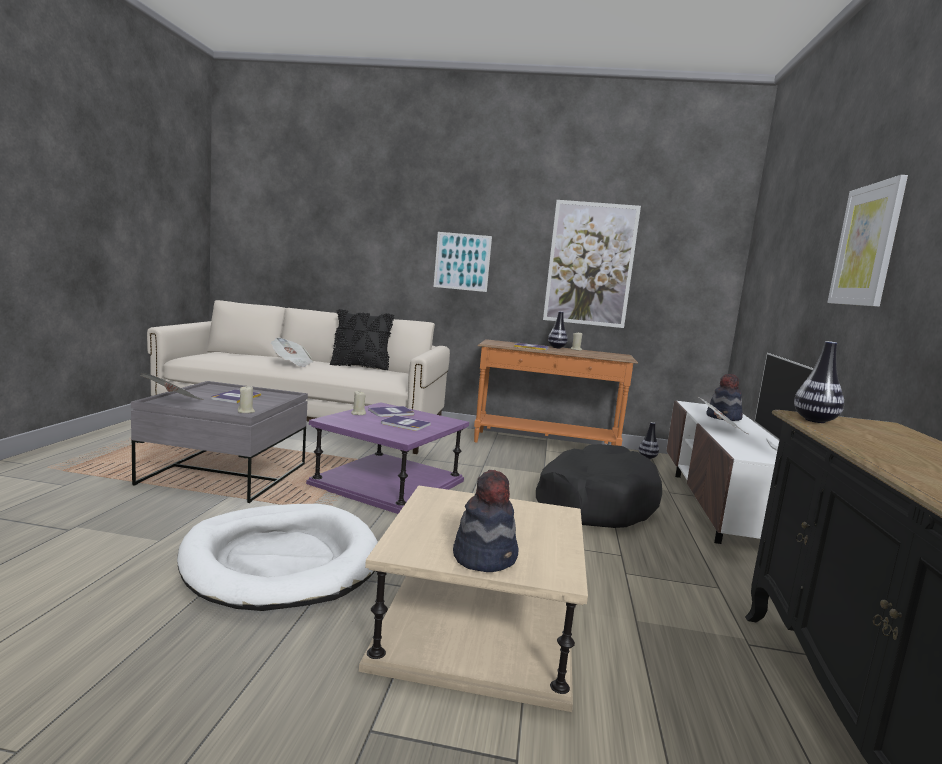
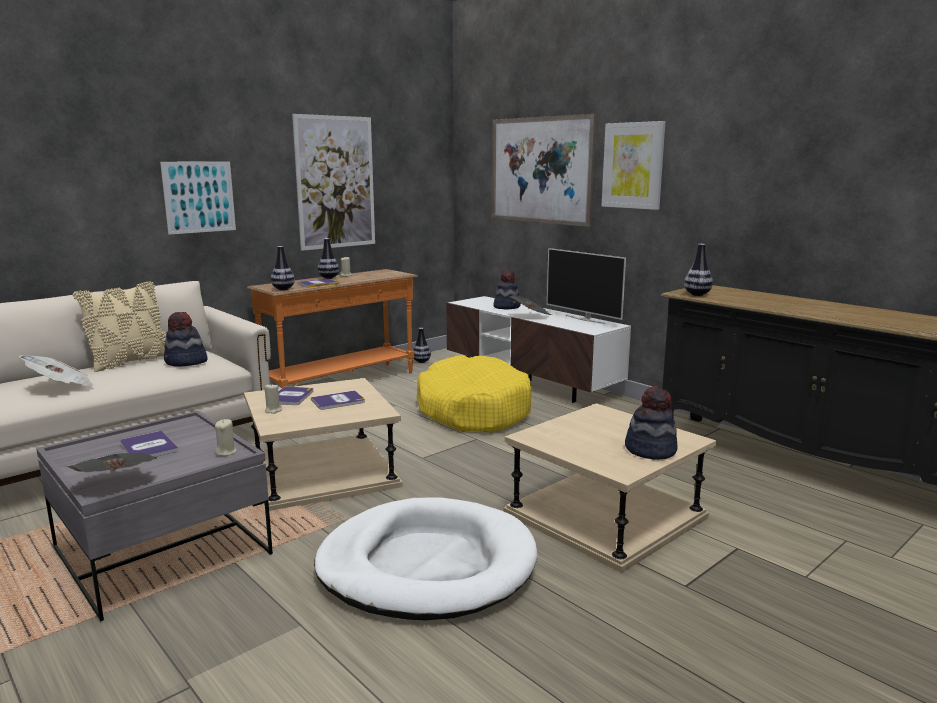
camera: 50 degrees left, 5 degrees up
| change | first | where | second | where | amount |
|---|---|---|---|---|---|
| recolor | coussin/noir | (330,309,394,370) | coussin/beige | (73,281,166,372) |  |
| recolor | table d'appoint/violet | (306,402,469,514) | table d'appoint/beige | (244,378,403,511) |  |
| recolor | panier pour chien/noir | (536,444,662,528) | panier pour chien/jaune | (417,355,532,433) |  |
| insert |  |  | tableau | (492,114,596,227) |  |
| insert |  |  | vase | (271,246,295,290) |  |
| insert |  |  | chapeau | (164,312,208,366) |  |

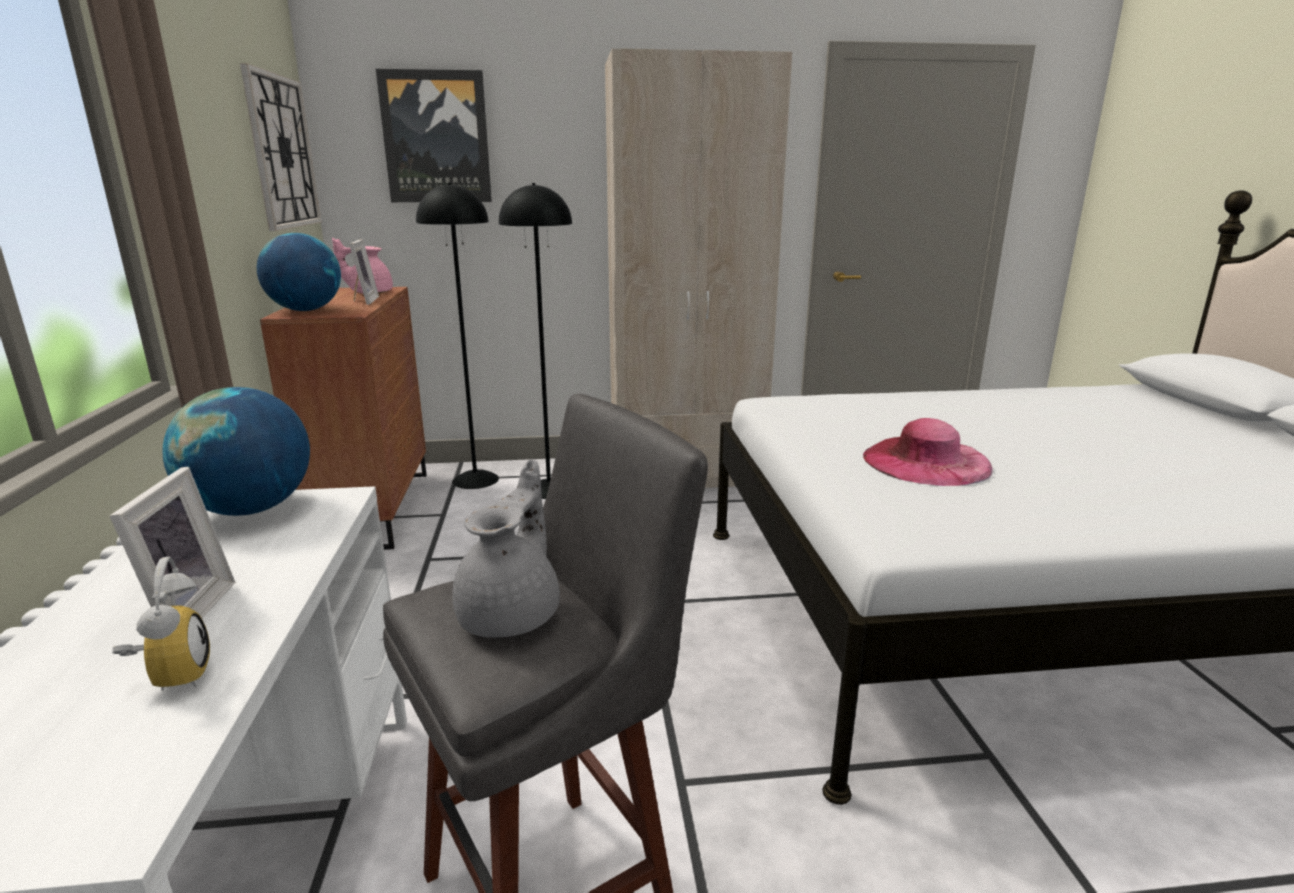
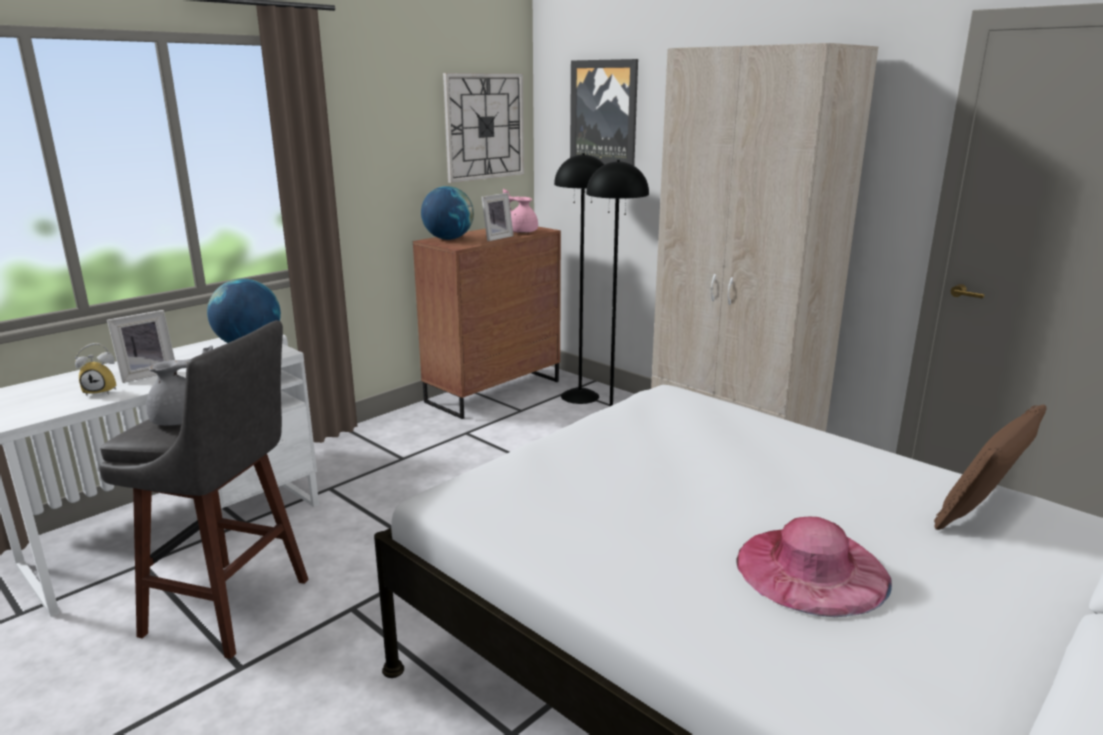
camera: 50 degrees right, 0 degrees up
| change | first | where | second | where | amount |
|---|---|---|---|---|---|
| move | chapeau/rose | (863,418,993,486) |  | (737,516,892,617) |  |
| rotate | réveil | (112,557,210,691) |  | (75,343,117,397) | 45 degrees clockwise |
| insert |  |  | coussin/marron | (934,405,1047,530) |  |

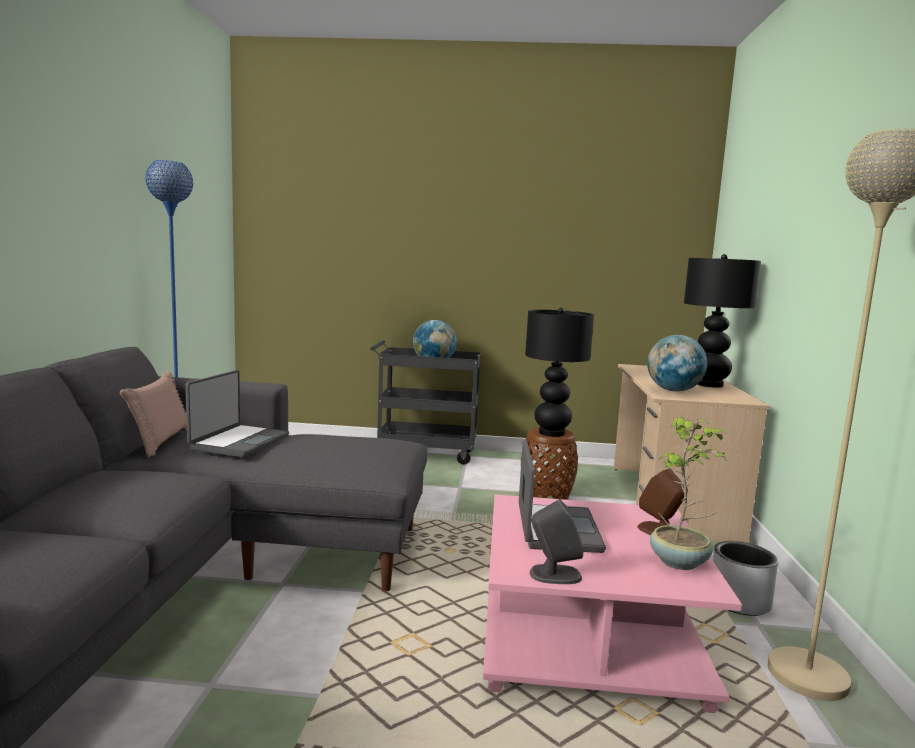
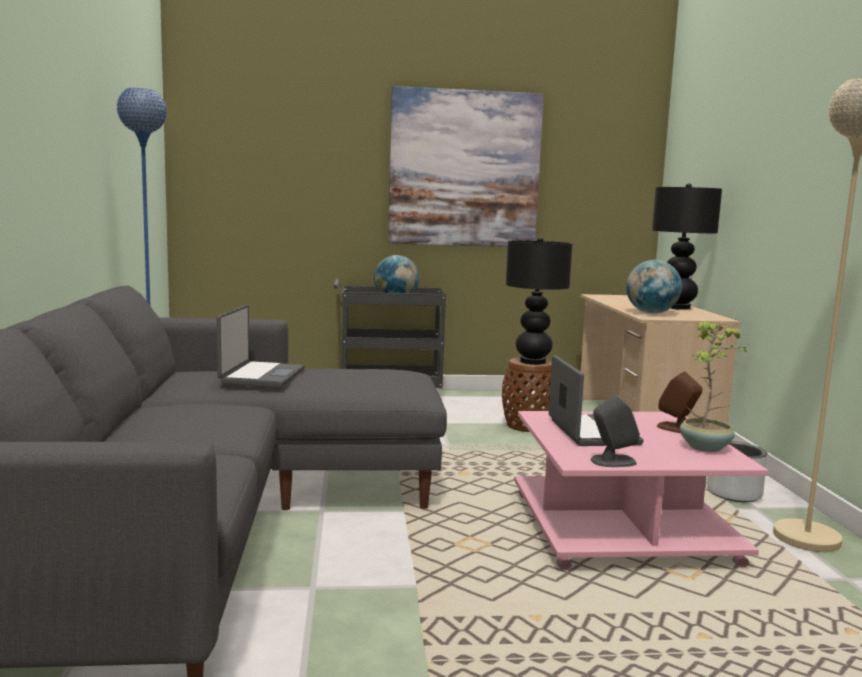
camera: 10 degrees left, 0 degrees up
| change | first | where | second | where | amount |
|---|---|---|---|---|---|
| delete | coussin/beige | (120,371,187,457) |  |  |  |
| insert |  |  | tableau | (388,86,544,247) |  |

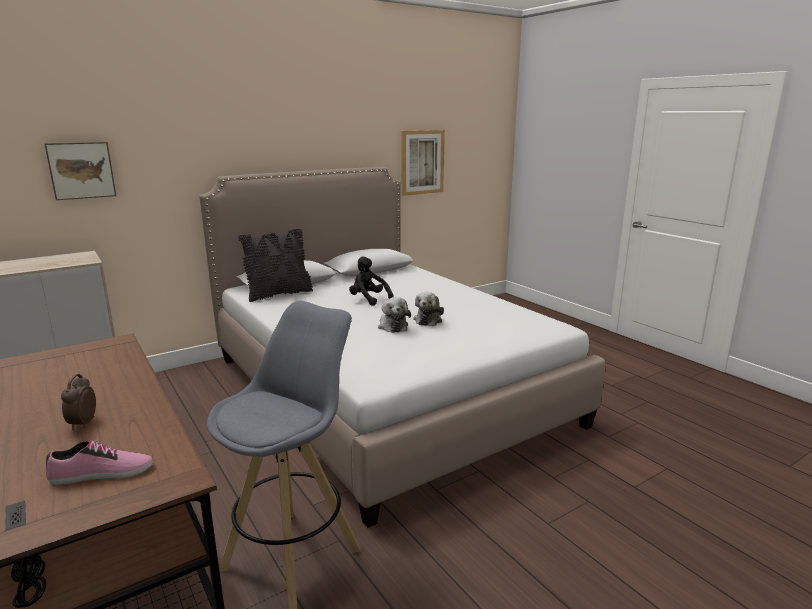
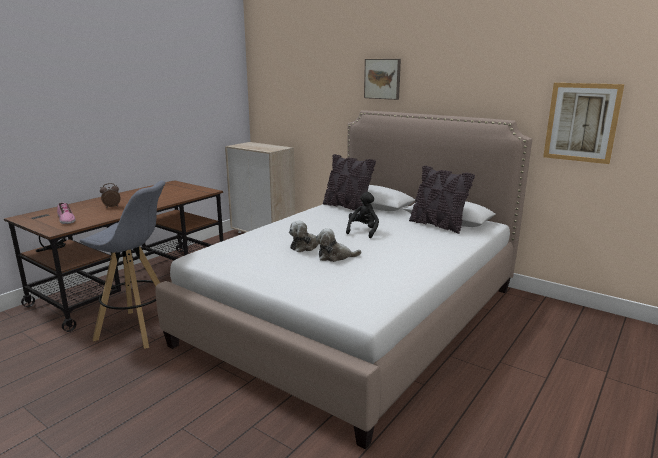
camera: 70 degrees right, 0 degrees up
| change | first | where | second | where | amount |
|---|---|---|---|---|---|
| move | tableau | (44,142,116,200) |  | (364,59,401,100) |  |
| insert |  |  | coussin/noir | (409,166,475,234) |  |

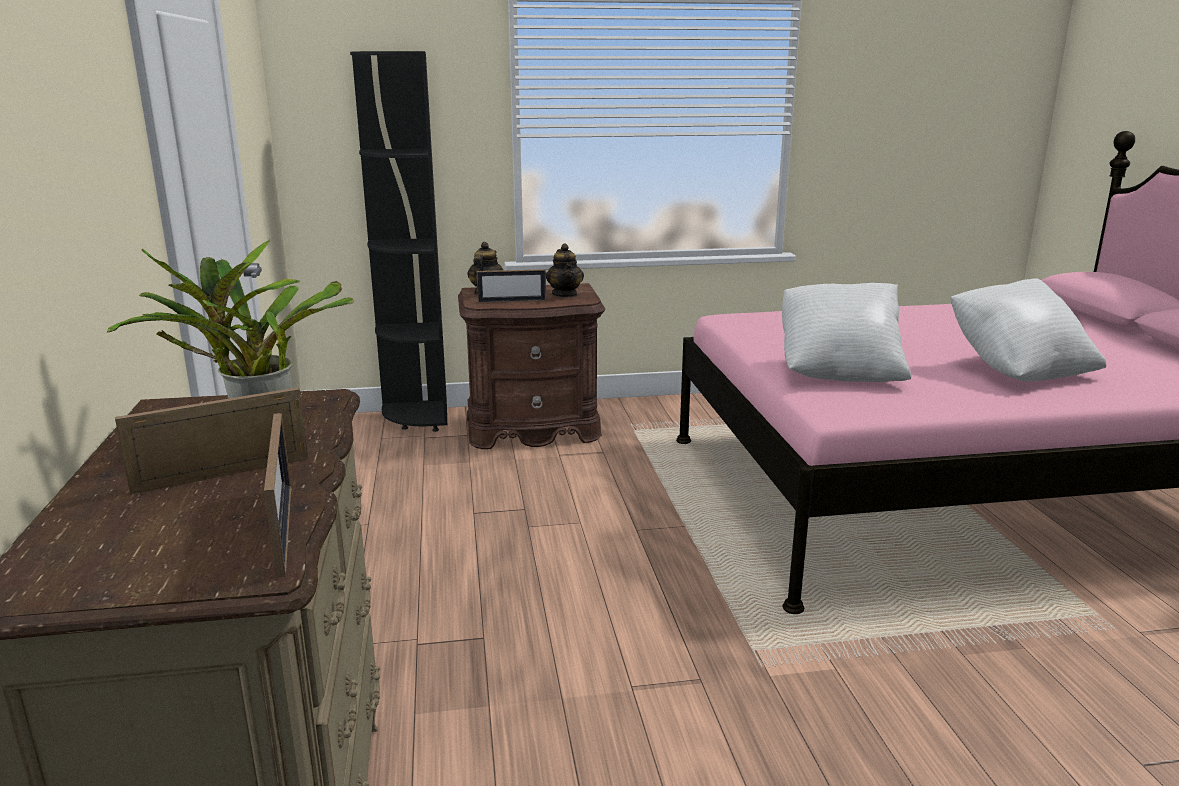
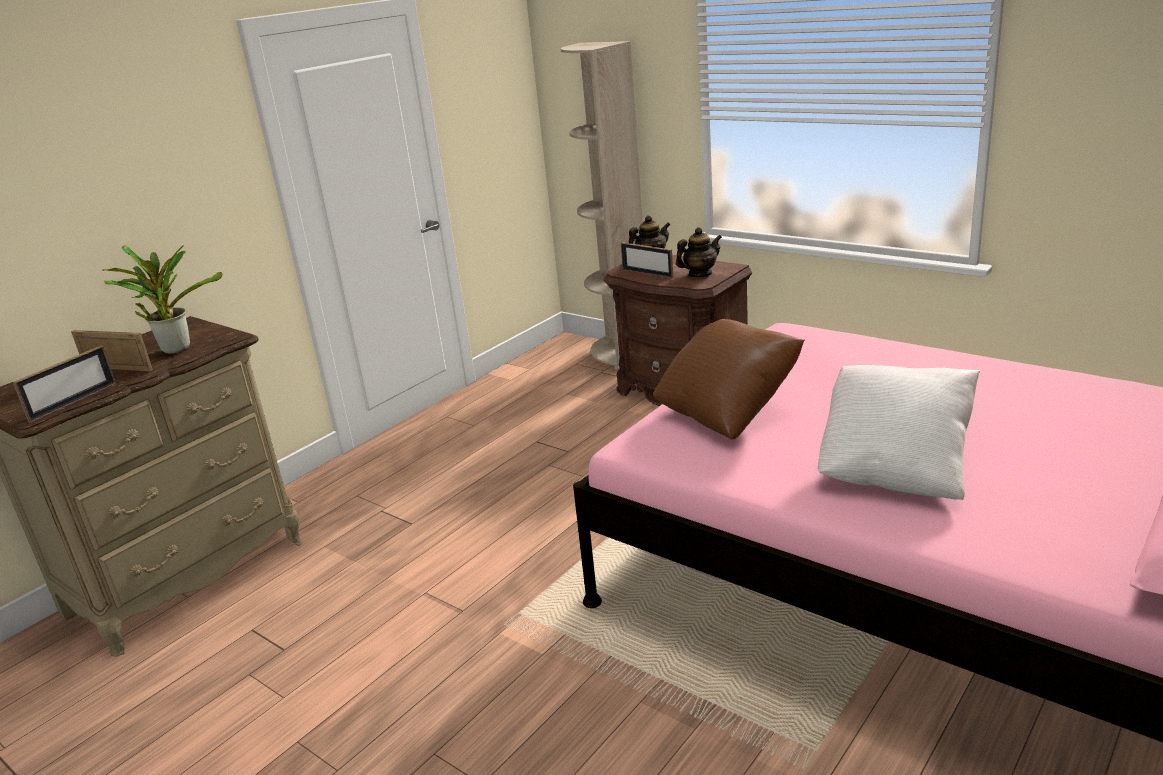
camera: 50 degrees right, 5 degrees up
| change | first | where | second | where | amount |
|---|---|---|---|---|---|
| recolor | bibliothèque/noir | (350,51,447,432) | bibliothèque/beige | (561,41,643,370) |  |
| rotate | théière | (546,243,584,297) |  | (676,227,722,277) | 150 degrees counterclockwise |
| recolor | coussin/blanc | (782,283,911,382) | coussin/marron | (653,319,805,440) |  |

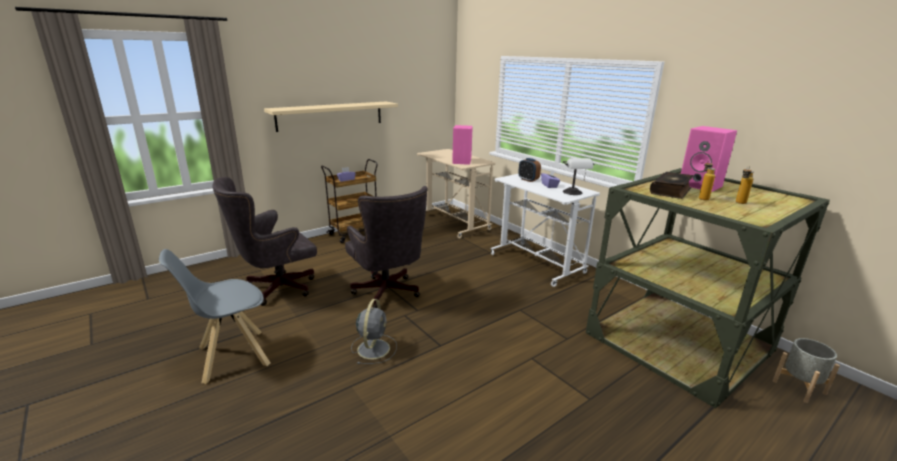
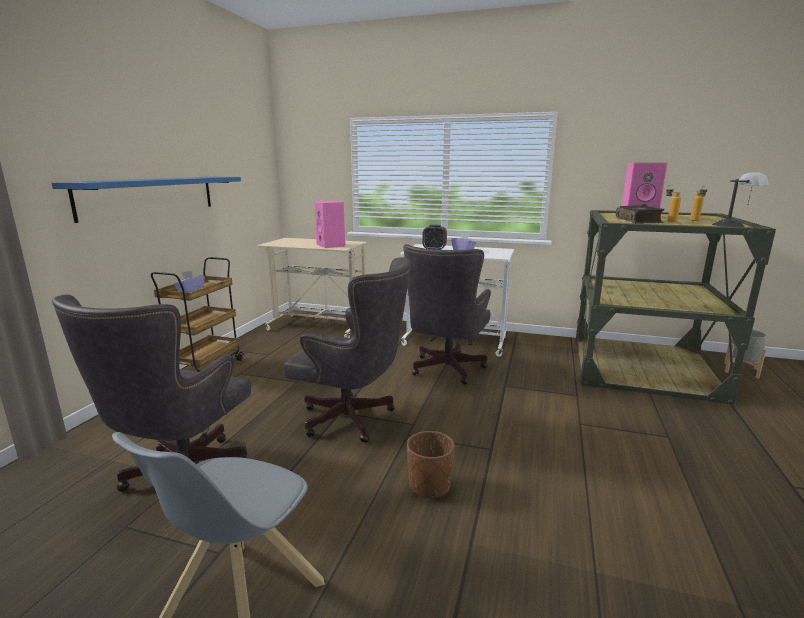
camera: 35 degrees left, 5 degrees down
| change | first | where | second | where | amount |
|---|---|---|---|---|---|
| recolor | étagère/beige | (264,101,398,132) | étagère/bleu | (51,177,241,223) |  |
| move | lampe de table | (563,158,594,195) |  | (712,172,769,227) |  |
| replace | ventilateur/gris | (351,299,397,364) | cache-pot/marron | (407,431,455,499) |  |
| insert |  |  | chaise de bureau/gris | (403,244,491,384) |  |

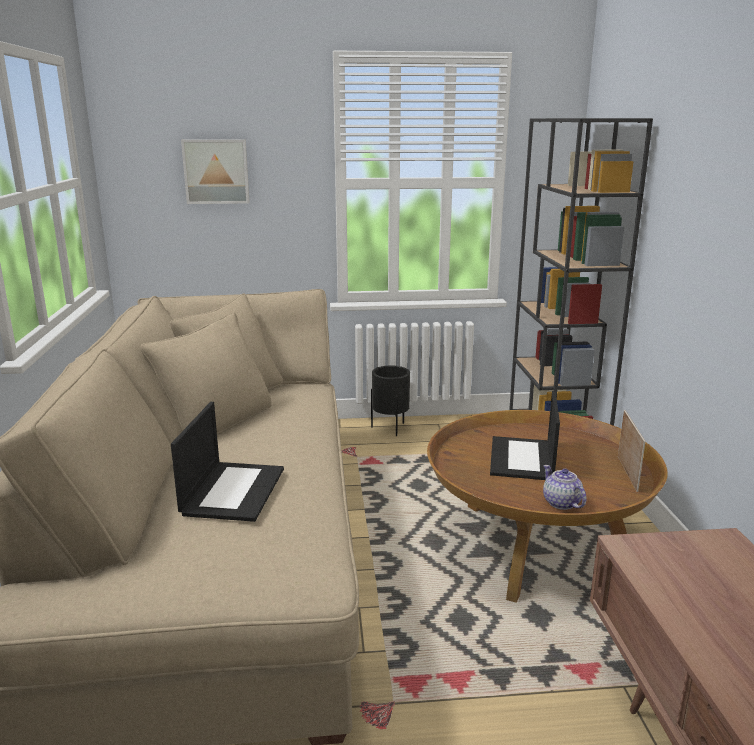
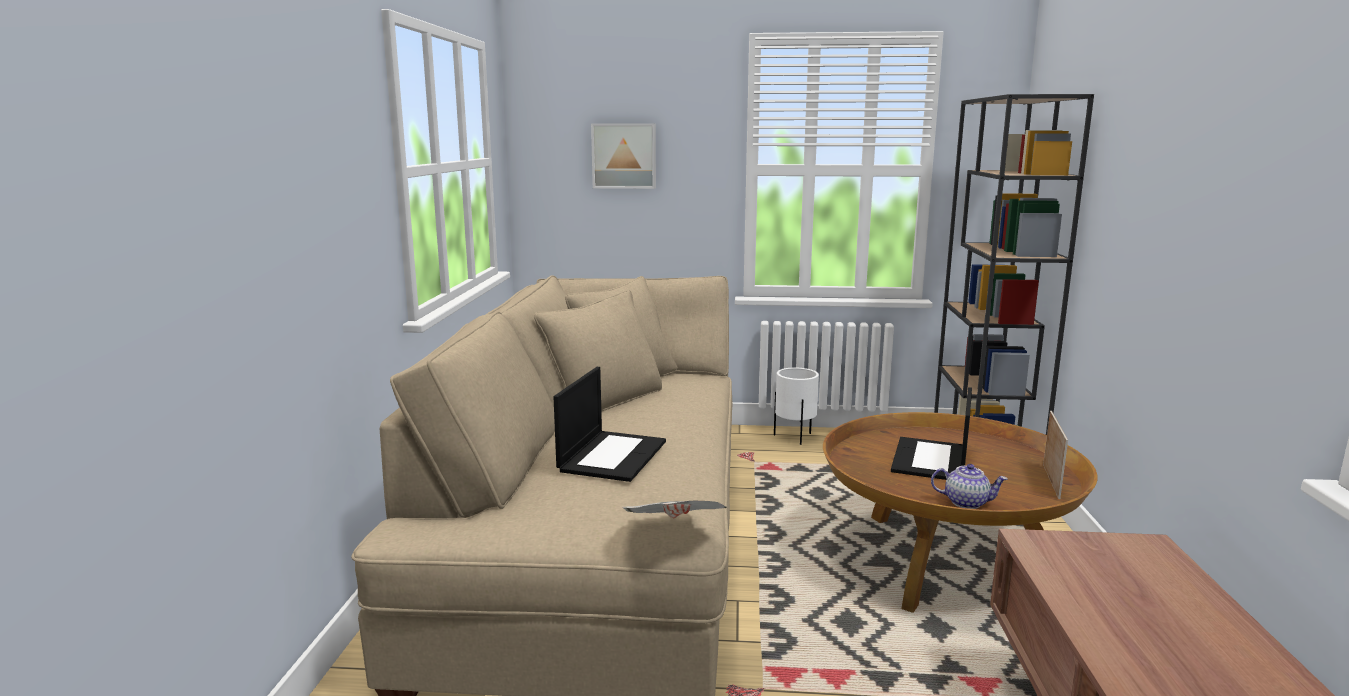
camera: 10 degrees right, 5 degrees down
| change | first | where | second | where | amount |
|---|---|---|---|---|---|
| recolor | cache-pot/noir | (371,366,410,436) | cache-pot/blanc | (774,368,819,445) |  |
| rotate | théière | (543,465,586,510) |  | (931,464,1008,509) | 120 degrees clockwise |
| insert |  |  | journal | (623,501,727,518) |  |

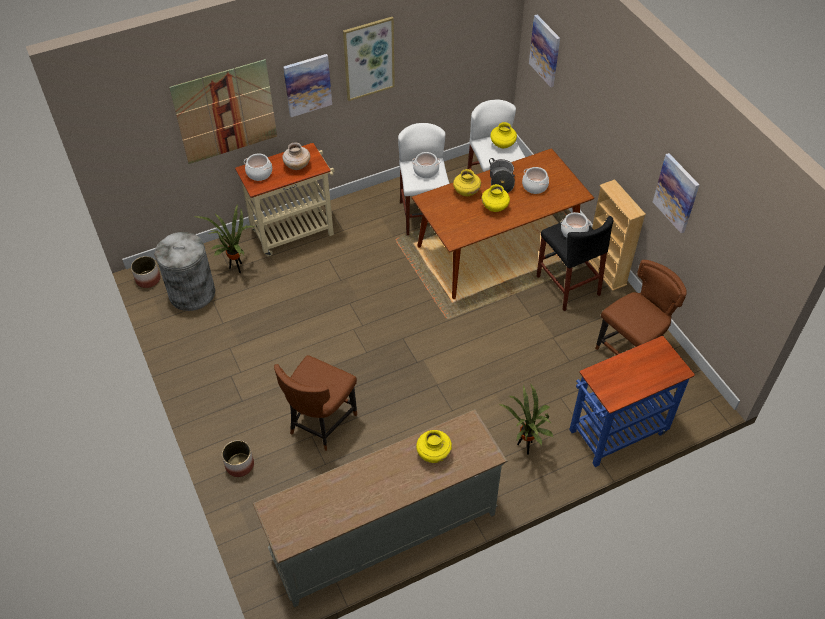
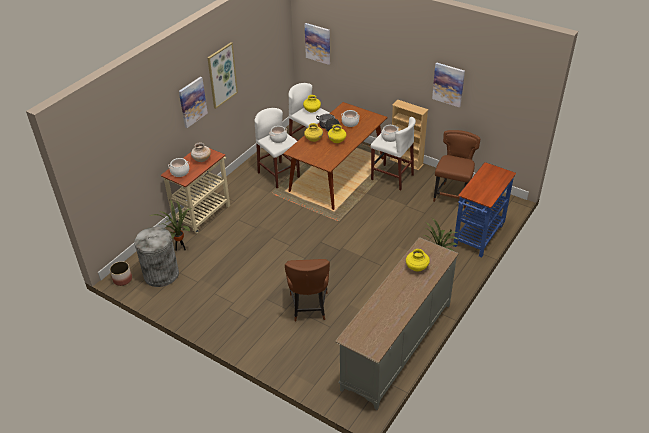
camera: 30 degrees left, 10 degrees down
| change | first | where | second | where | amount |
|---|---|---|---|---|---|
| delete | tableau | (169,59,277,164) |  |  |  |
| recolor | tabouret/noir | (537,216,613,311) | tabouret/blanc | (371,117,416,190) |  |
| delete | cache-pot | (222,440,254,477) |  |  |  |

